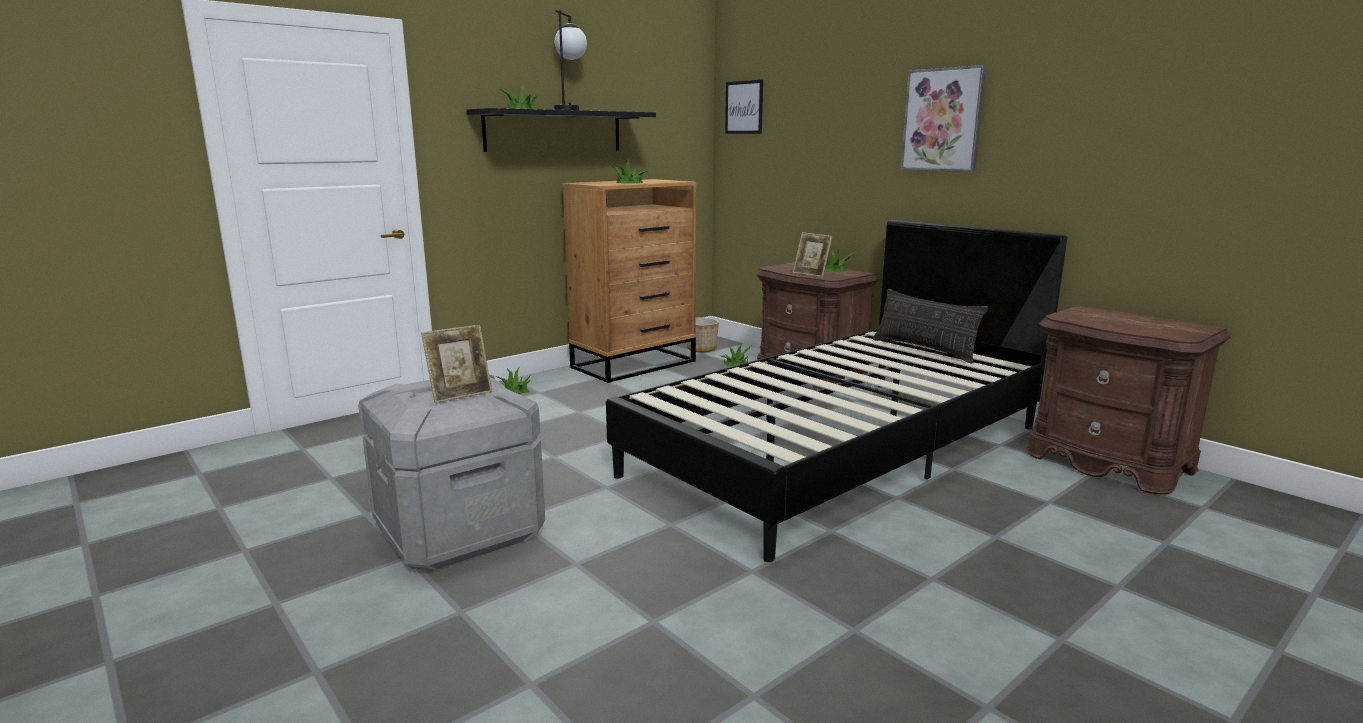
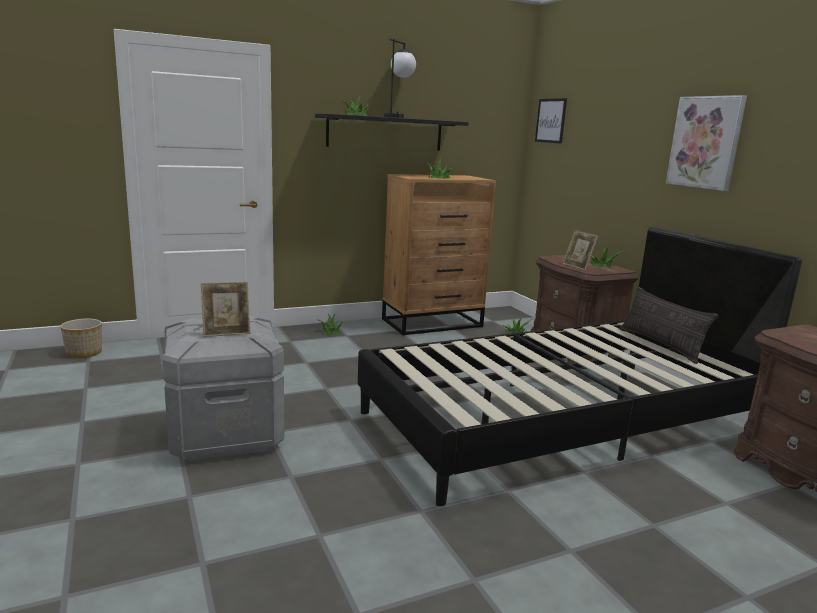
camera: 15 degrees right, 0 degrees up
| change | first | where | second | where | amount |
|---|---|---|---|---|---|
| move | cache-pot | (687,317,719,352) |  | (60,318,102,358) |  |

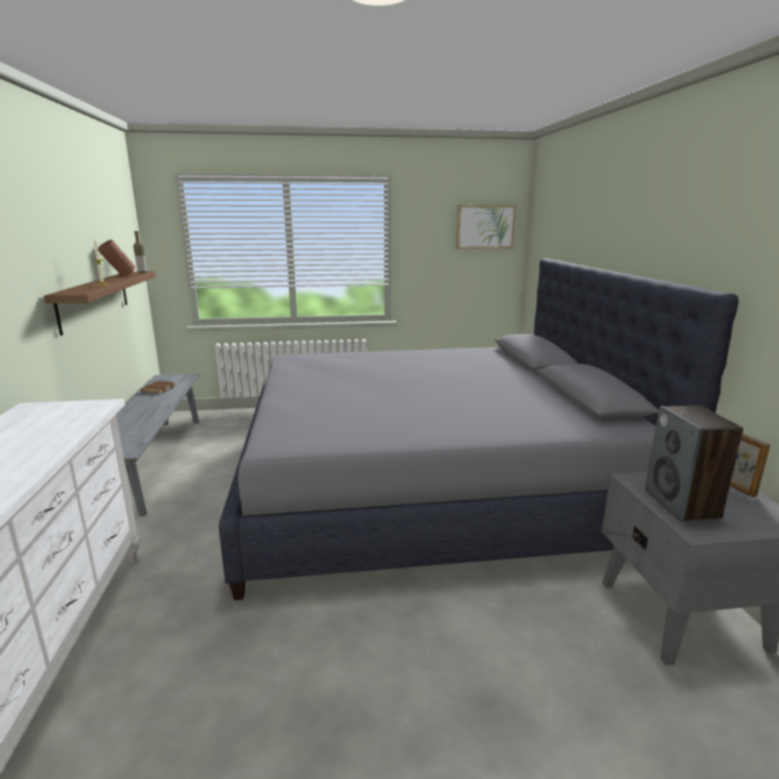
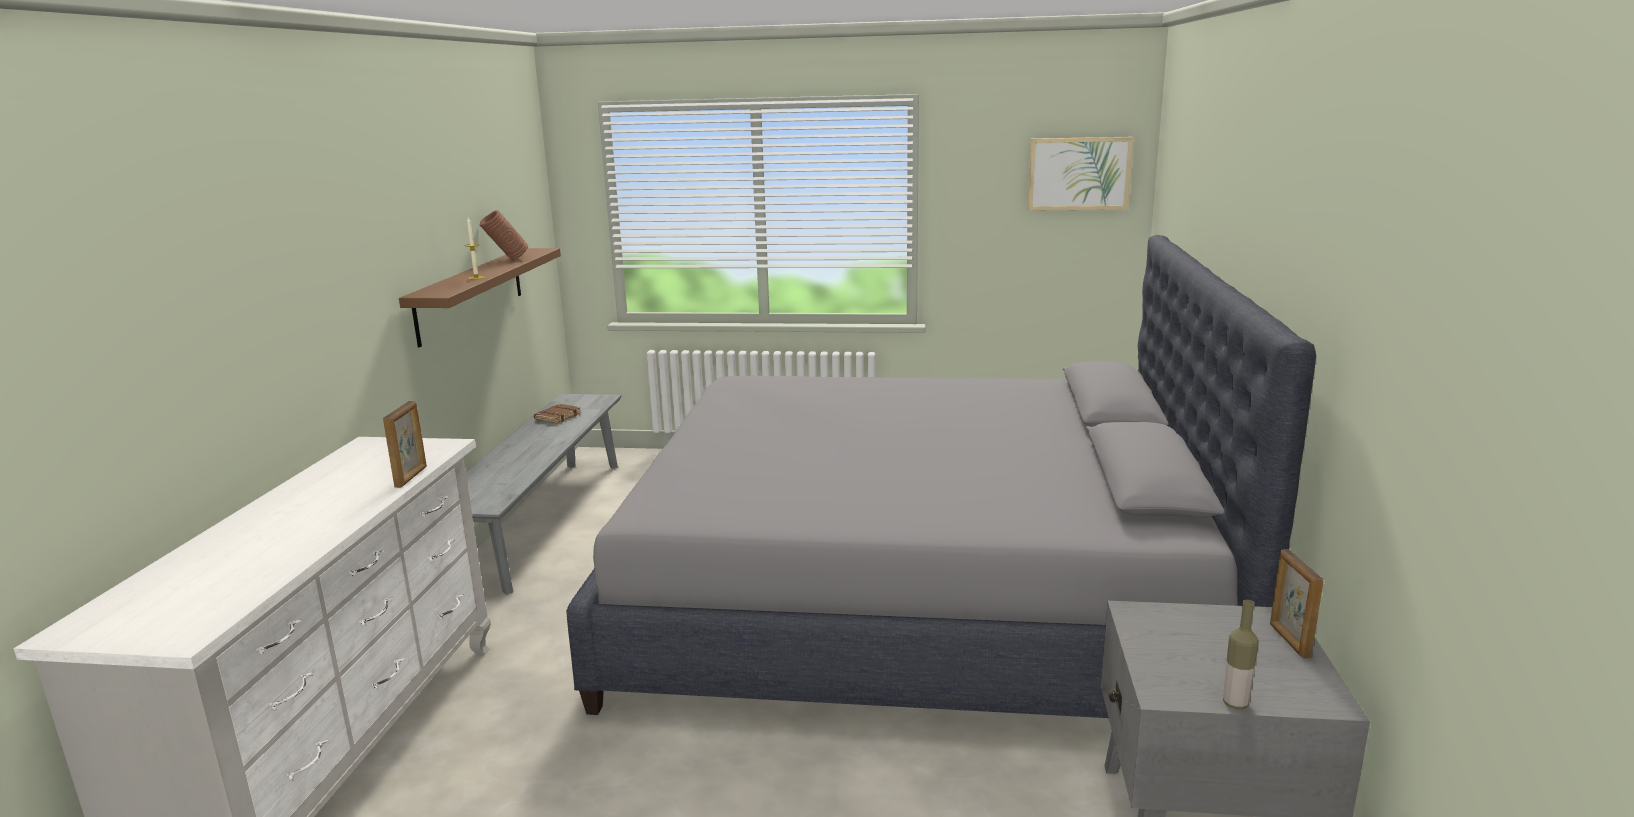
camera: 15 degrees right, 0 degrees up
| change | first | where | second | where | amount |
|---|---|---|---|---|---|
| move | bouteille | (133,231,147,273) |  | (1223,600,1259,709) |  |
| delete | enceinte | (645,405,743,522) |  |  |  |
| insert |  |  | cadre photo | (383,401,427,488) |  |

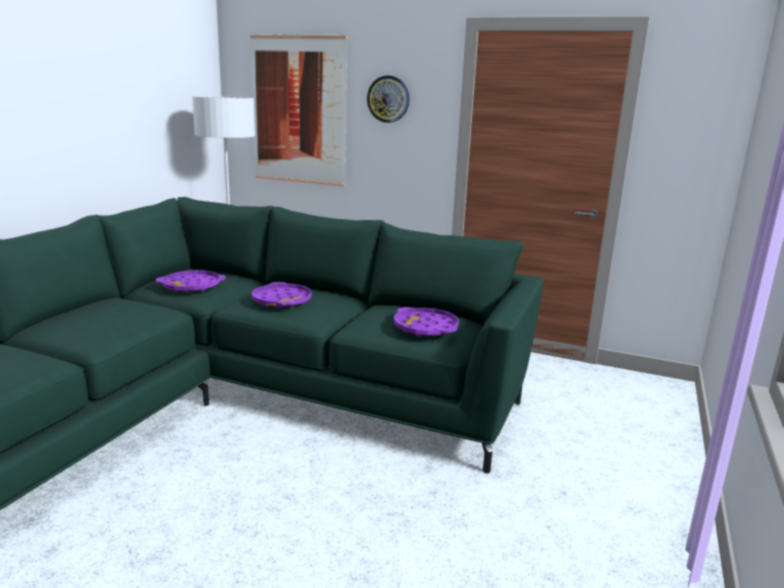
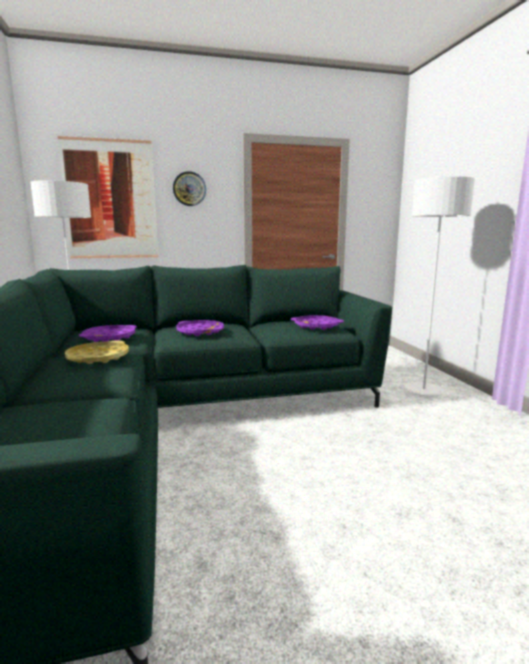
camera: 35 degrees left, 5 degrees down
| change | first | where | second | where | amount |
|---|---|---|---|---|---|
| insert |  |  | lampadaire/blanc | (404,176,475,396) |  |
| insert |  |  | plateau/jaune | (65,341,129,364) |  |

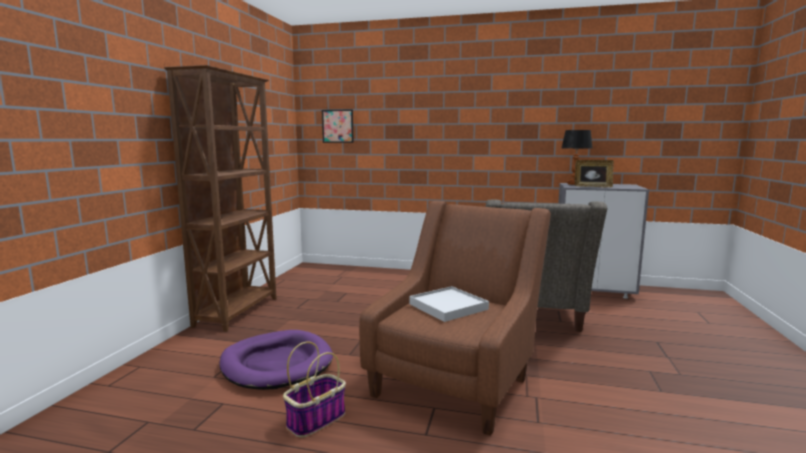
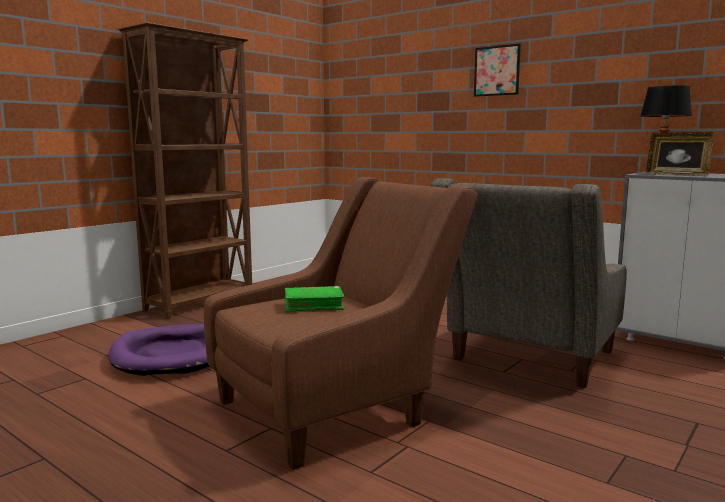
camera: 25 degrees right, 0 degrees up
| change | first | where | second | where | amount |
|---|---|---|---|---|---|
| move | tableau | (322,109,354,143) |  | (474,44,521,97) |  |
| replace | plateau/blanc | (409,286,489,322) | livre/vert | (284,286,345,312) |  |
| delete | panier | (283,342,346,438) |  |  |  |

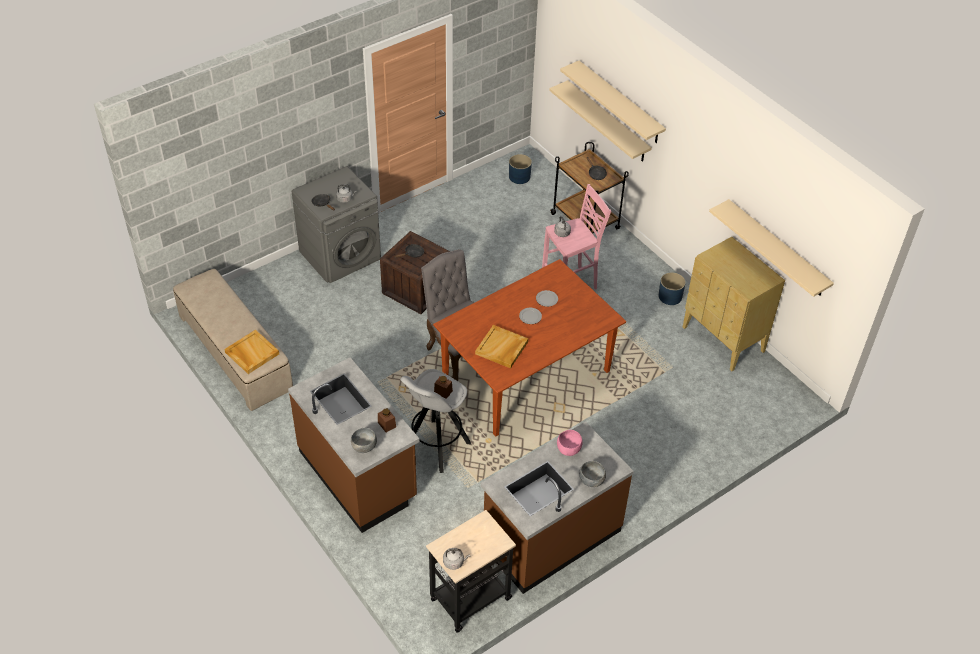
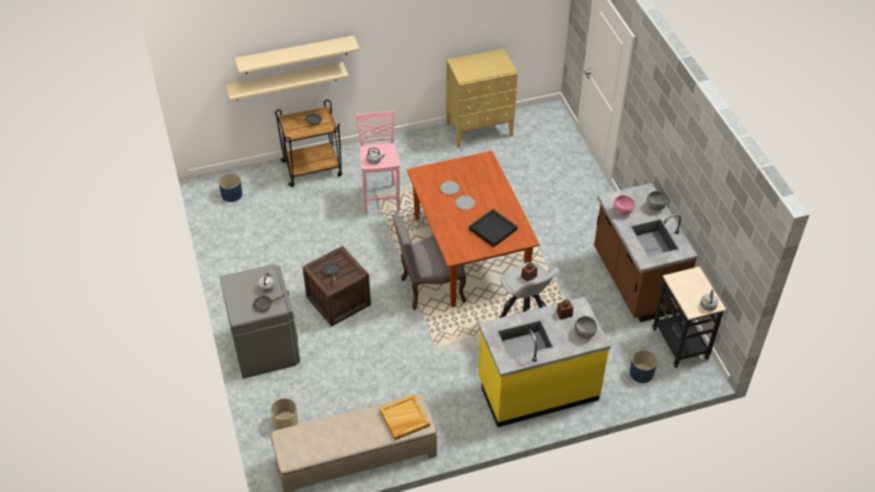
camera: 70 degrees left, 0 degrees up
| change | first | where | second | where | amount |
|---|---|---|---|---|---|
| delete | étagère/beige | (709,199,834,297) |  |  |  |
| move | cache-pot/bleu | (658,272,686,305) |  | (630,350,657,383) |  |
| recolor | plateau/beige | (475,325,528,368) | plateau/noir | (469,209,518,247) |  |
| recolor | comptoir de cuisine/marron | (288,357,419,533) | comptoir de cuisine/jaune | (479,297,610,427) |  |
| insert |  |  | cache-pot/beige | (271,398,298,430) |  |

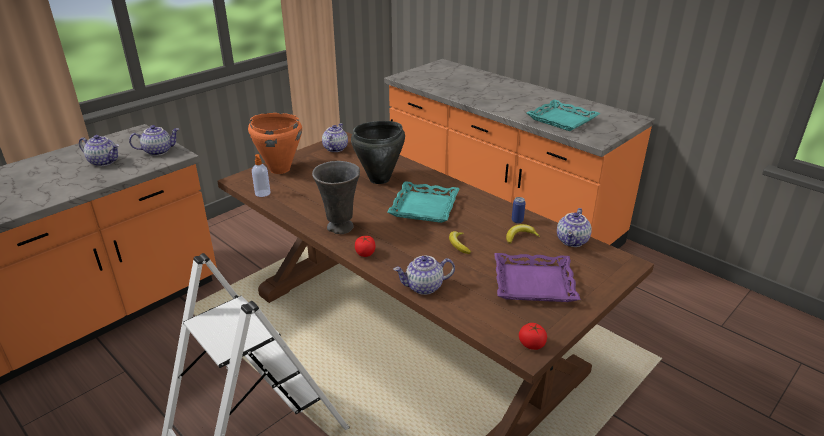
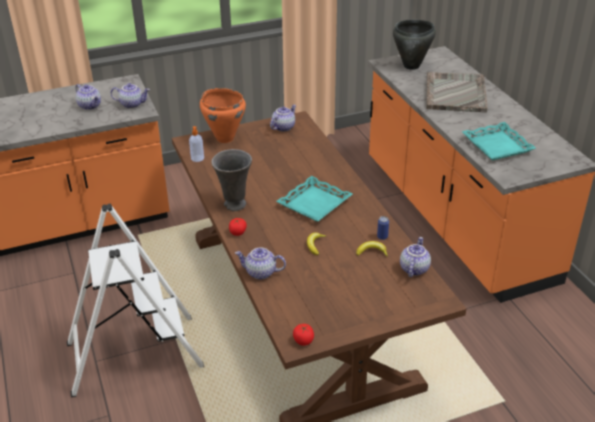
camera: 25 degrees right, 5 degrees up
| change | first | where | second | where | amount |
|---|---|---|---|---|---|
| move | marmite/noir | (351,121,405,184) |  | (393,20,436,70) |  |
| rotate | théière | (557,208,592,247) |  | (400,237,431,277) | 150 degrees clockwise |
| delete | plateau/violet | (494,253,580,302) |  |  |  |
| insert |  |  | plateau/gris | (426,72,488,113) |  |

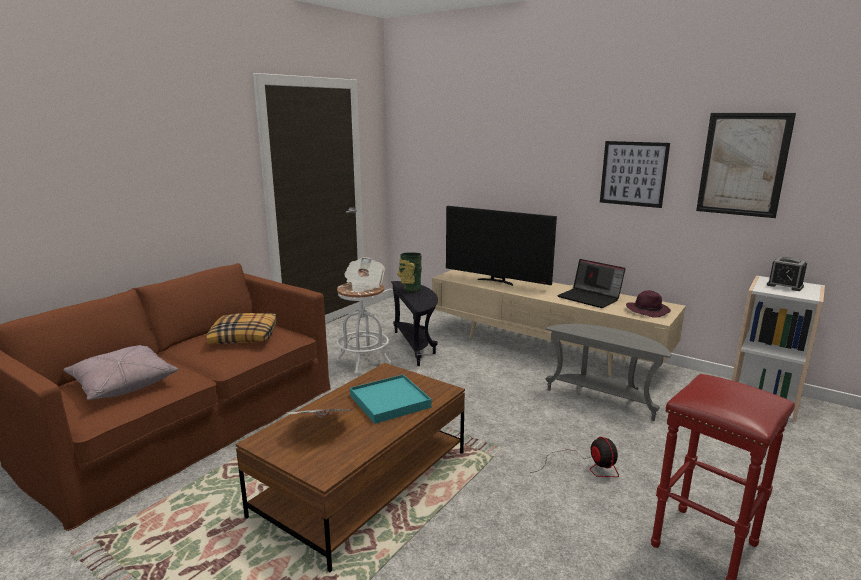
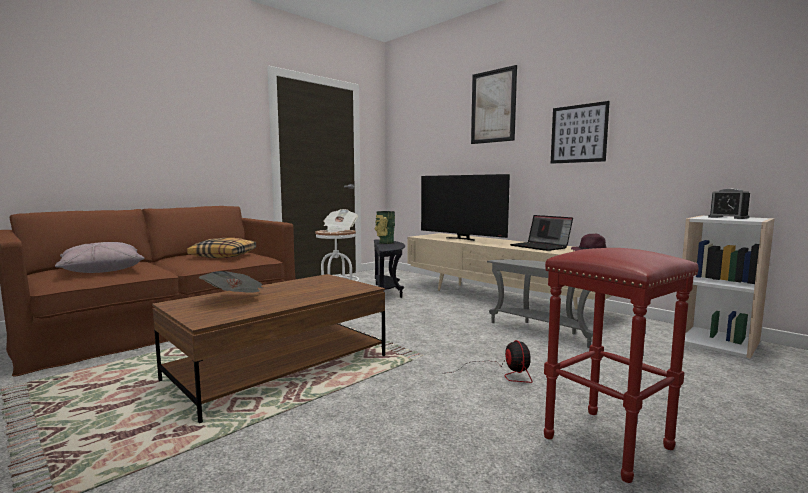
camera: 10 degrees right, 10 degrees down
| change | first | where | second | where | amount |
|---|---|---|---|---|---|
| move | tableau | (696,113,796,218) |  | (471,65,517,144) |  |
| delete | plateau/turquoise | (350,374,432,424) |  |  |  |

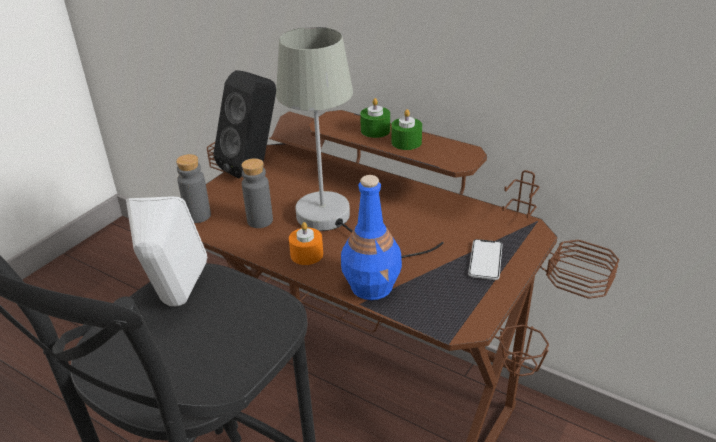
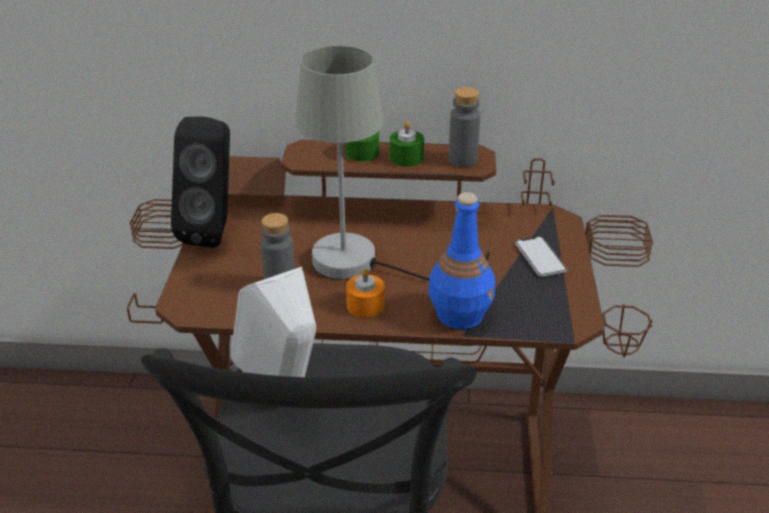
camera: 30 degrees left, 0 degrees up
| change | first | where | second | where | amount |
|---|---|---|---|---|---|
| move | bouteille/gris | (176,154,211,223) |  | (449,87,480,167) |  |

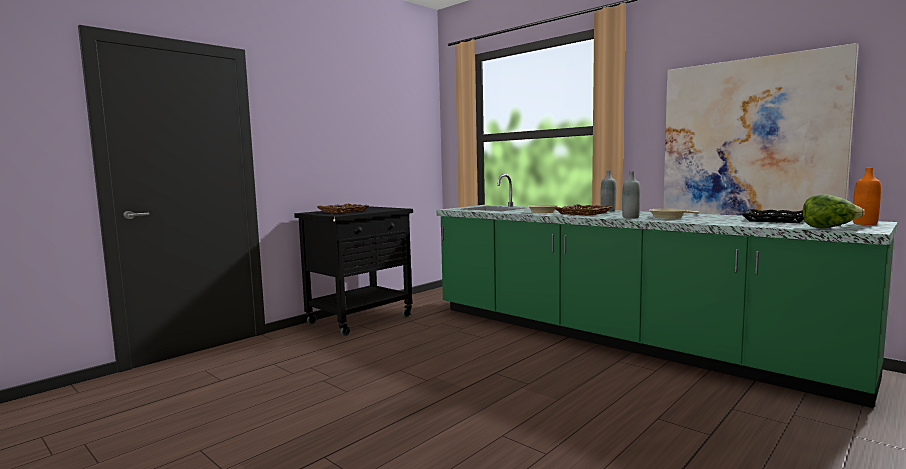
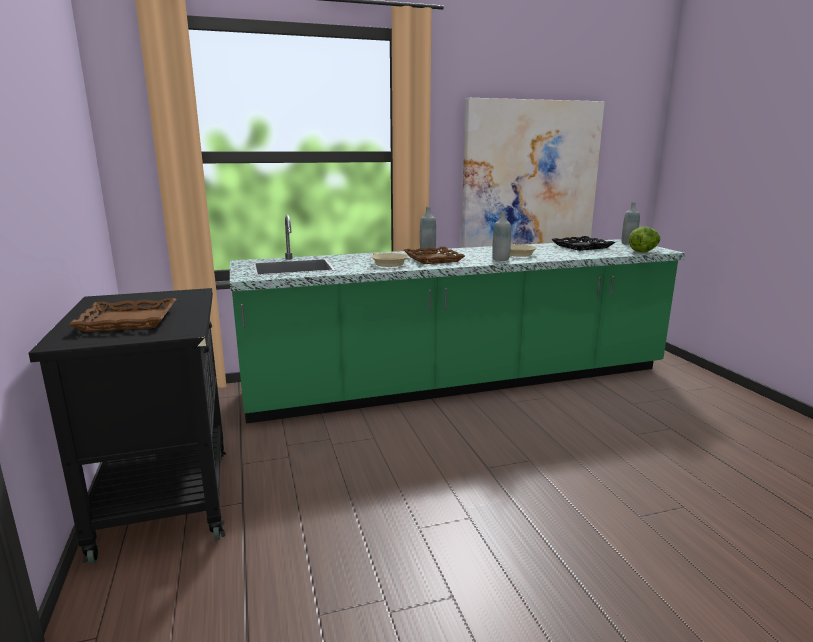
camera: 60 degrees left, 10 degrees up
| change | first | where | second | where | amount |
|---|---|---|---|---|---|
| recolor | bouteille/orange | (853,167,881,225) | bouteille/gris | (622,202,640,245) |  |

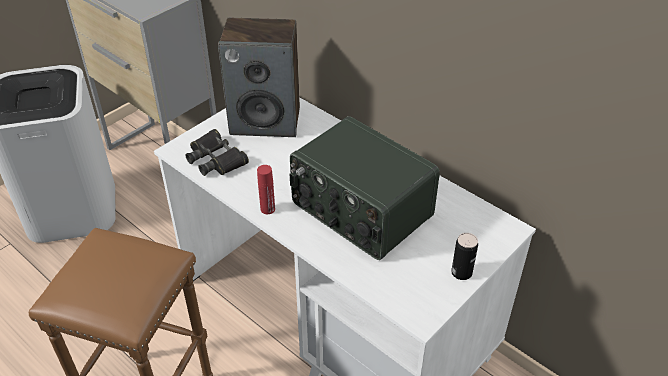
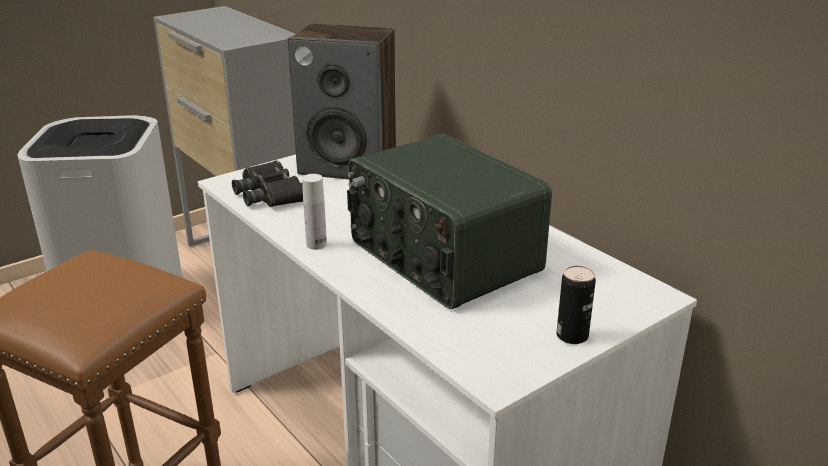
camera: 10 degrees right, 15 degrees down
| change | first | where | second | where | amount |
|---|---|---|---|---|---|
| recolor | bouteille/rouge | (257,165,275,214) | bouteille/blanc | (302,174,327,250) |  |

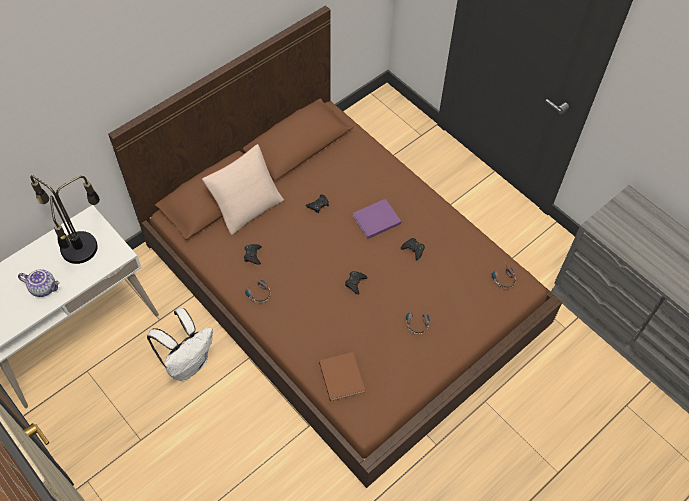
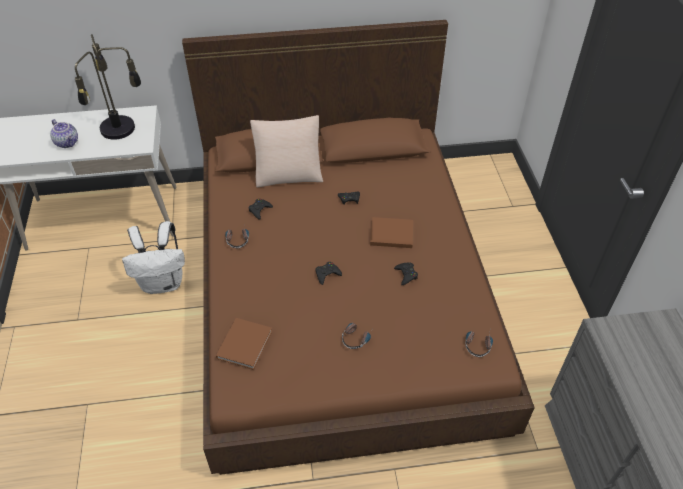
camera: 35 degrees right, 10 degrees down
| change | first | where | second | where | amount |
|---|---|---|---|---|---|
| recolor | livre/violet | (352,199,401,239) | livre/marron | (370,217,413,248) |  |

